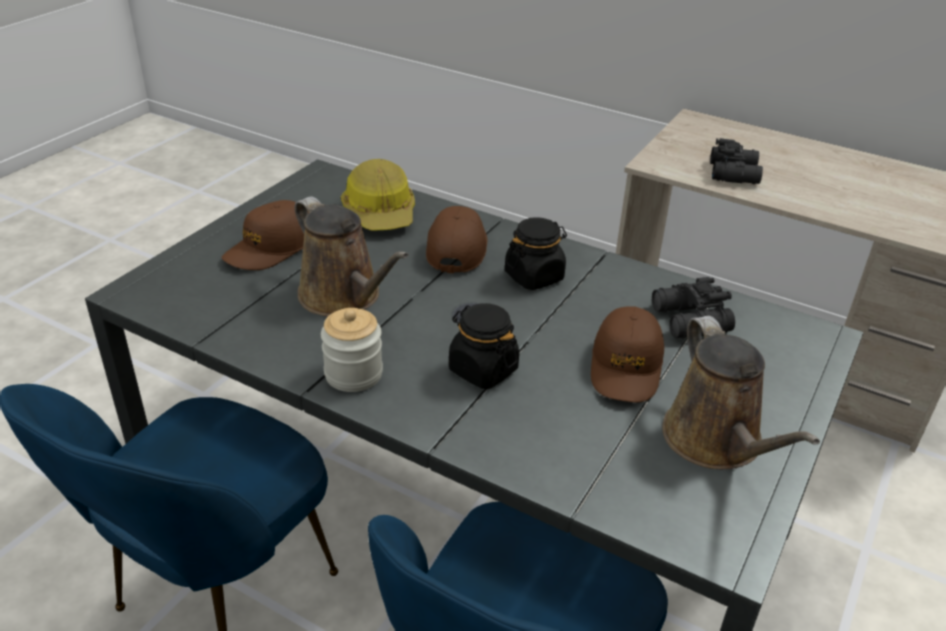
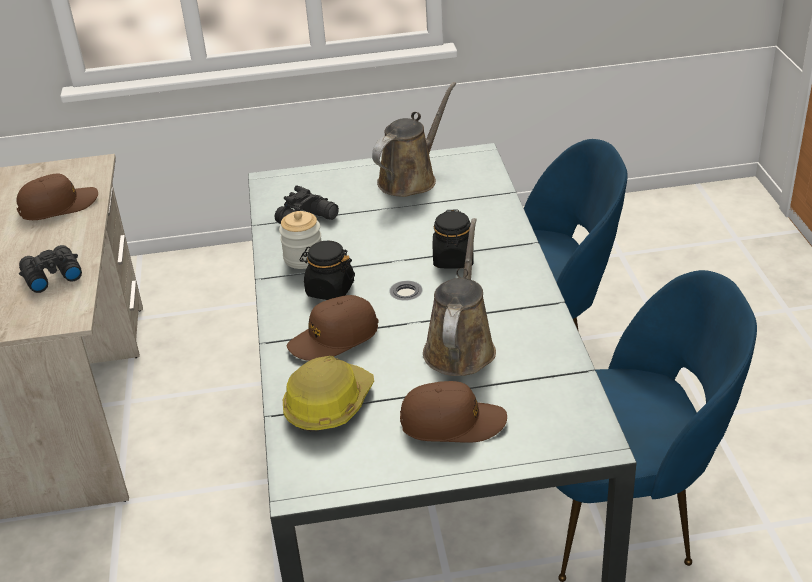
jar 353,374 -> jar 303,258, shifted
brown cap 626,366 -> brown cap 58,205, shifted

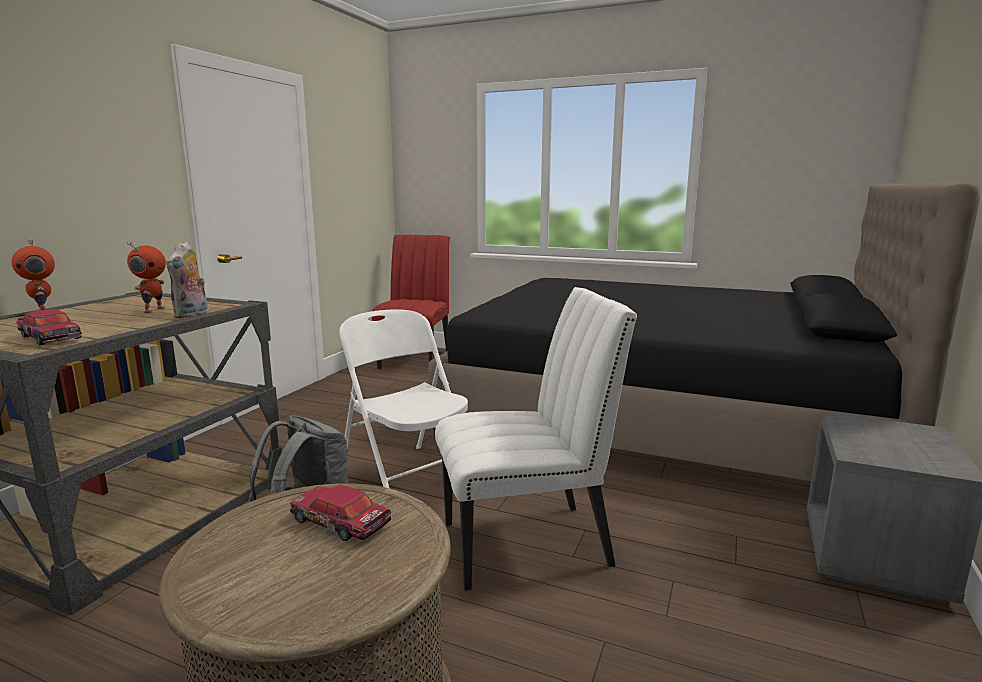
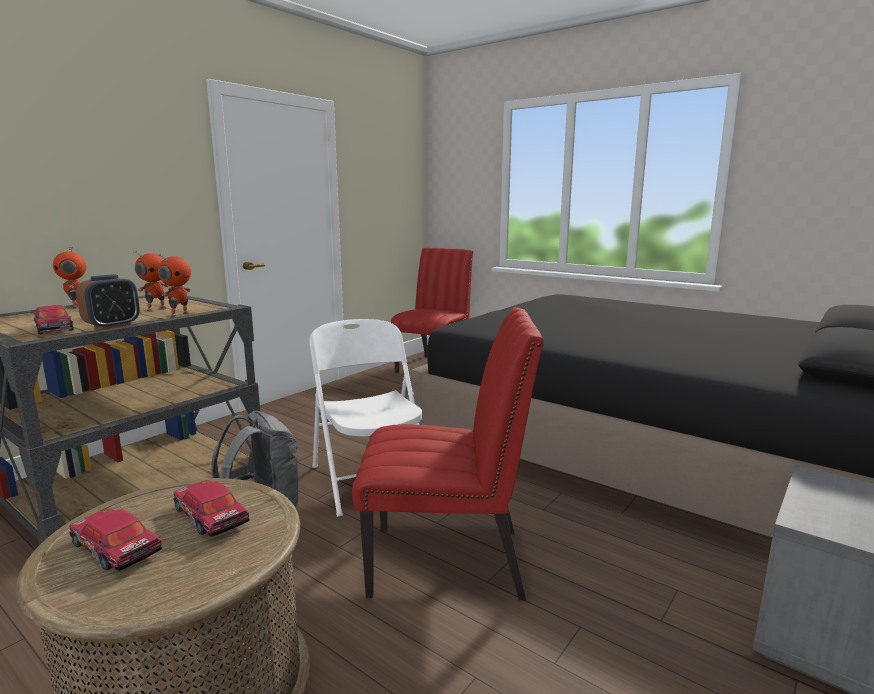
none -> toy car 116,549
none -> alarm clock 112,325
plush toy 192,315 -> toy robot 179,315
white chair 524,545 -> red chair 445,562

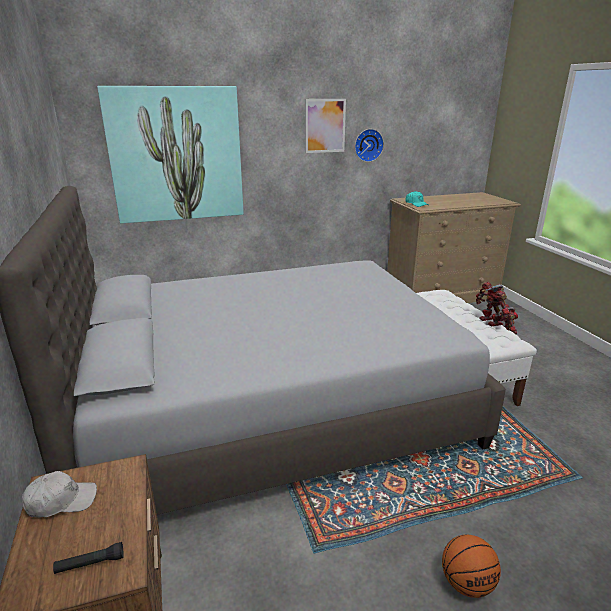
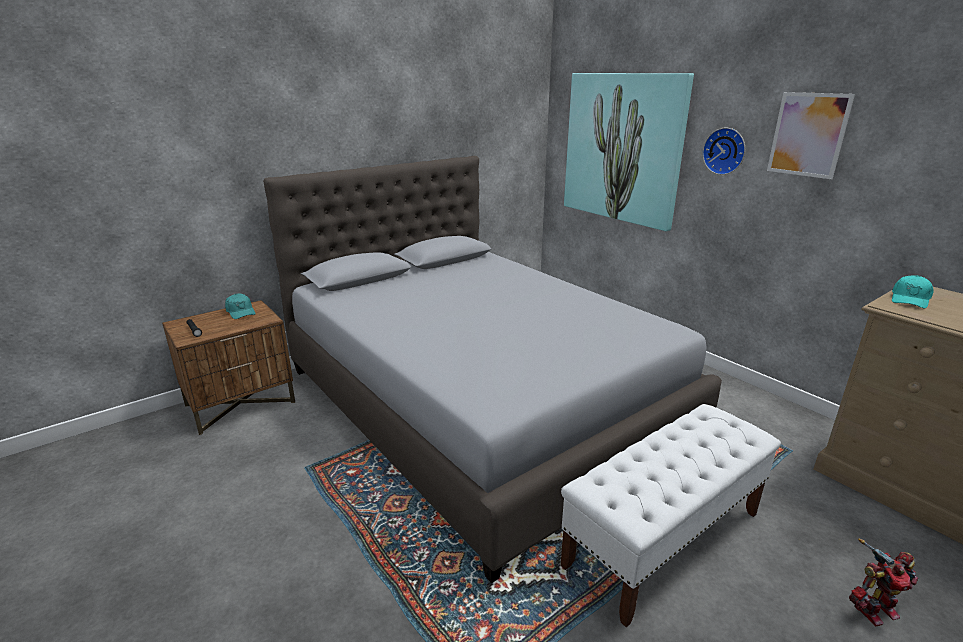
basketball 466,583 -> none
toy robot 489,322 -> none
wall clock 368,145 -> wall clock 725,151, shifted
white cap 61,501 -> turquoise cap 241,312

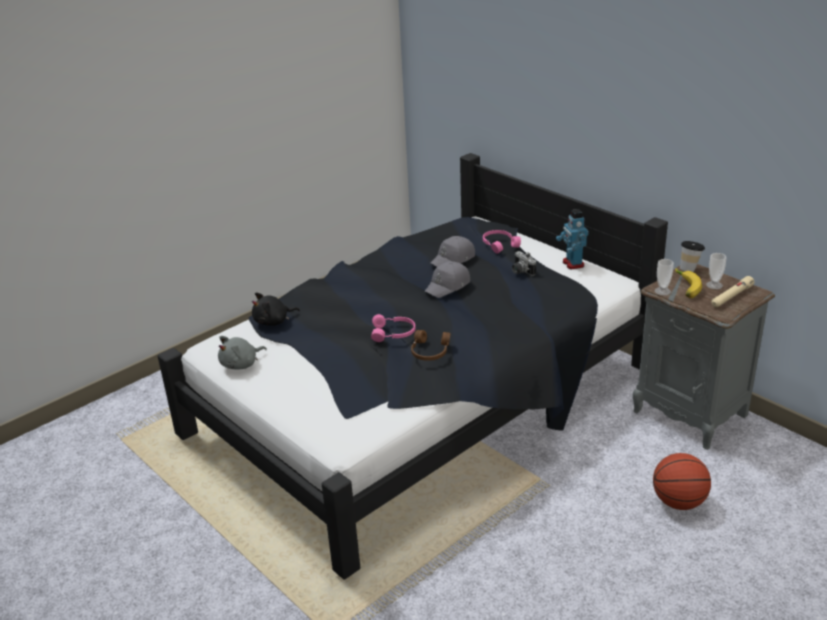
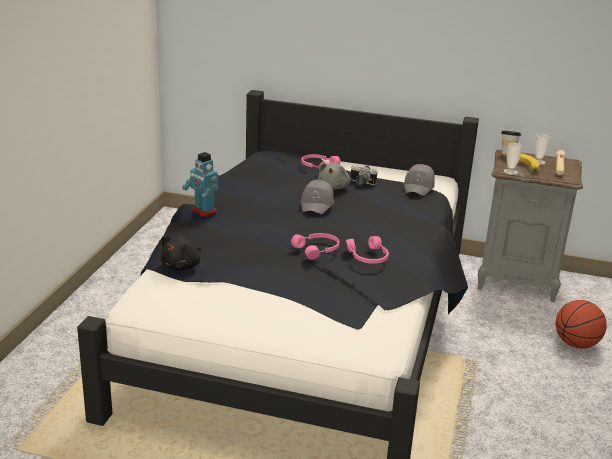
grey plush toy 241,364 -> grey plush toy 334,187, shifted
grey cap 453,259 -> grey cap 419,187, shifted
toy robot 572,264 -> toy robot 203,212, shifted
brown headphones 429,352 -> pink headphones 367,257

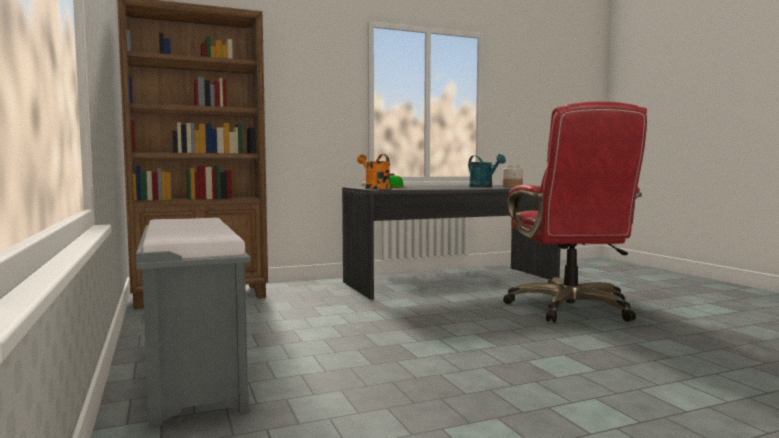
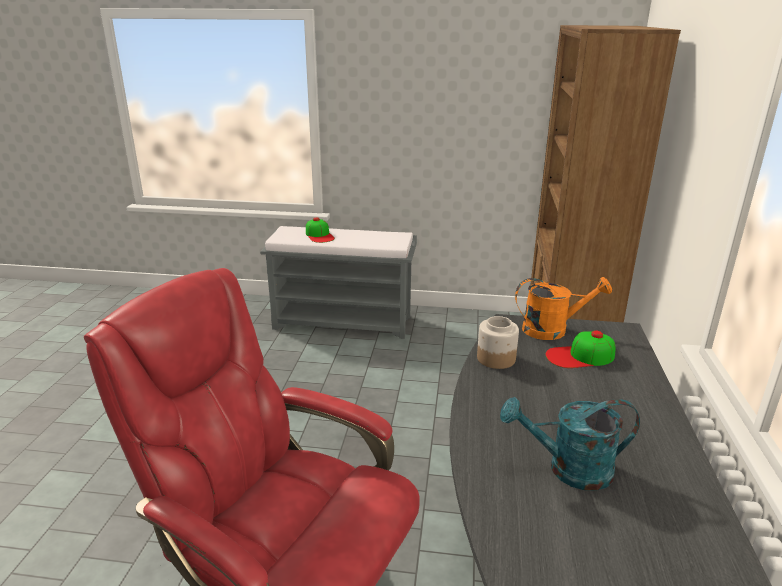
none -> cap 319,235
jar 512,186 -> jar 495,359, shifted

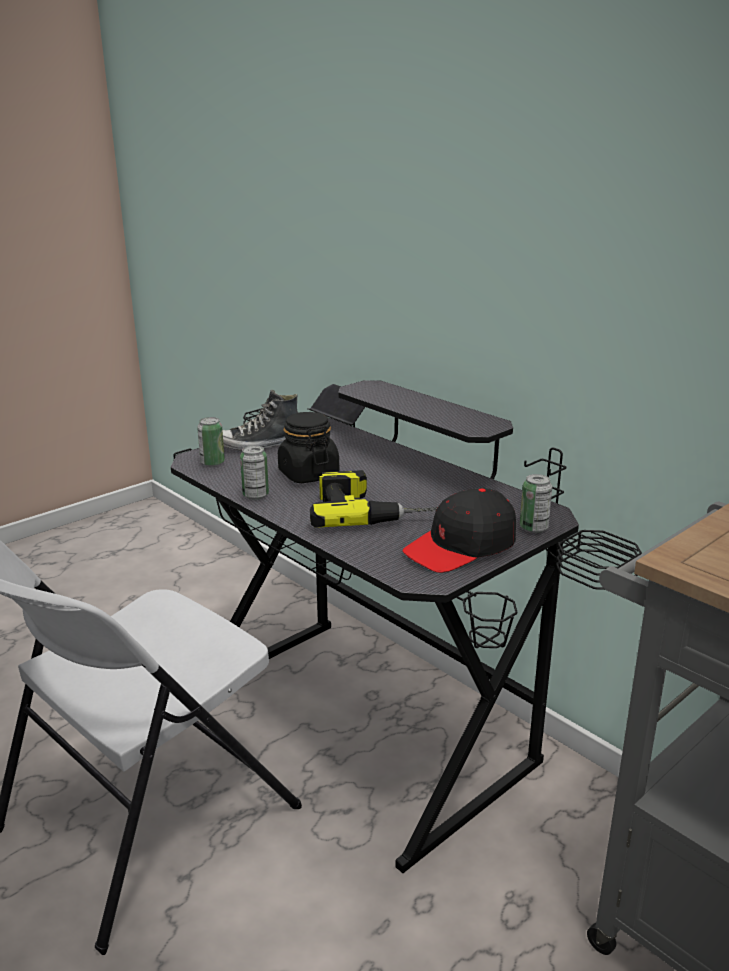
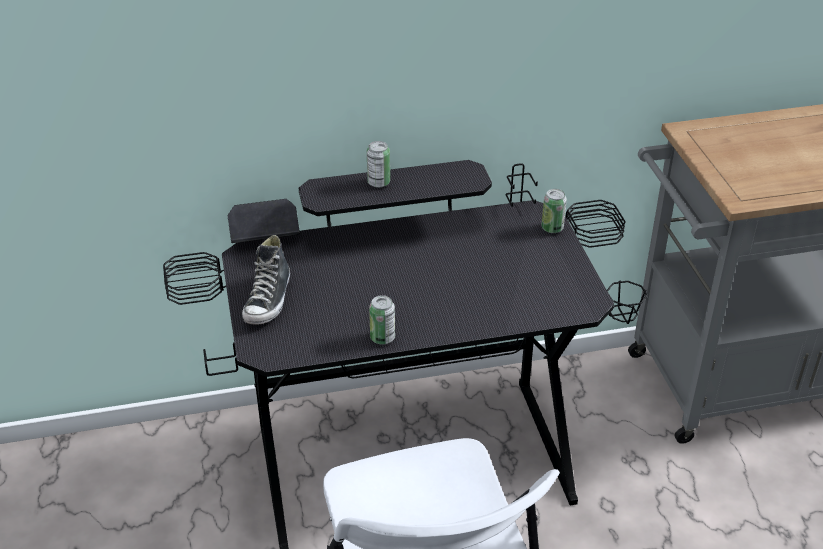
black jar 308,474 -> none
power drill 374,509 -> none
black cap 461,547 -> none
can 212,463 -> can 378,182, shifted

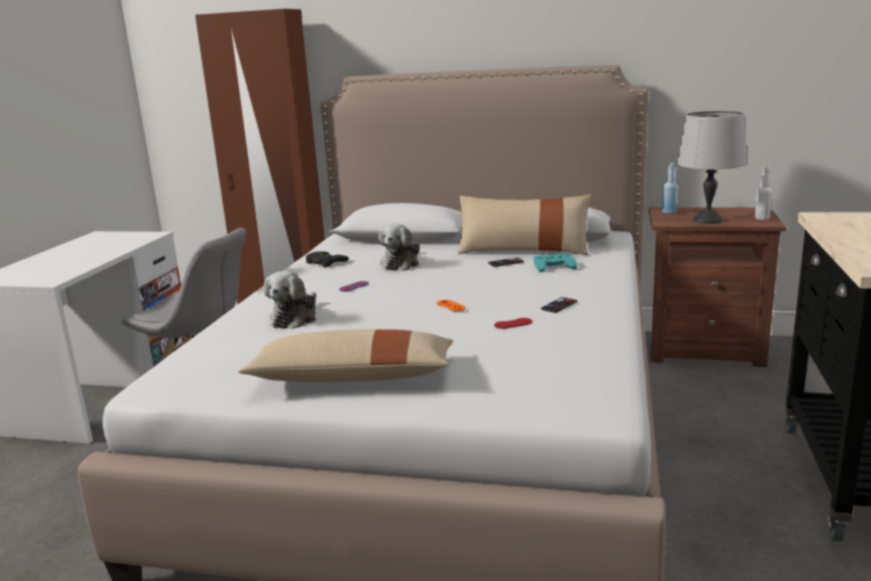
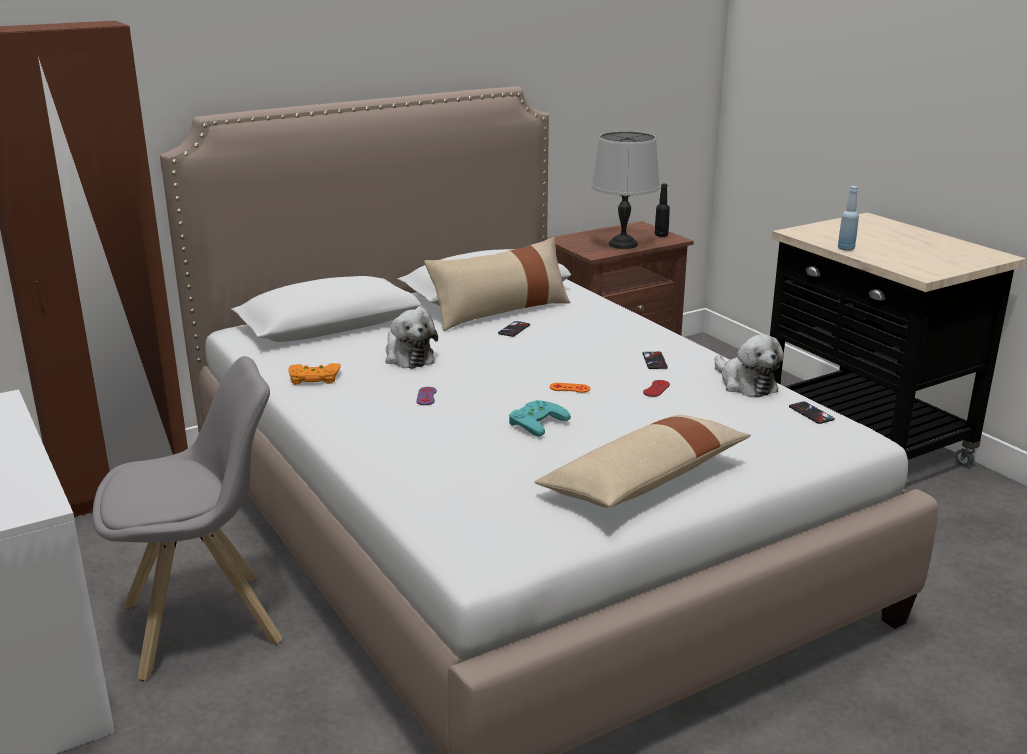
none -> phone 811,413
plush toy 295,318 -> plush toy 745,384, shifted
turquoise game controller 553,265 -> turquoise game controller 535,421, shifted
blue bottle 668,213 -> blue bottle 845,248, shifted
black game controller 324,262 -> orange game controller 313,378
white bottle 762,219 -> black bottle 661,235

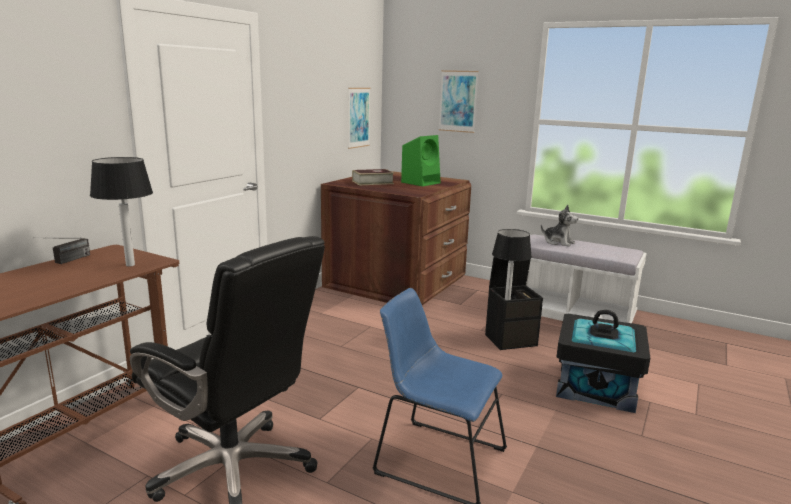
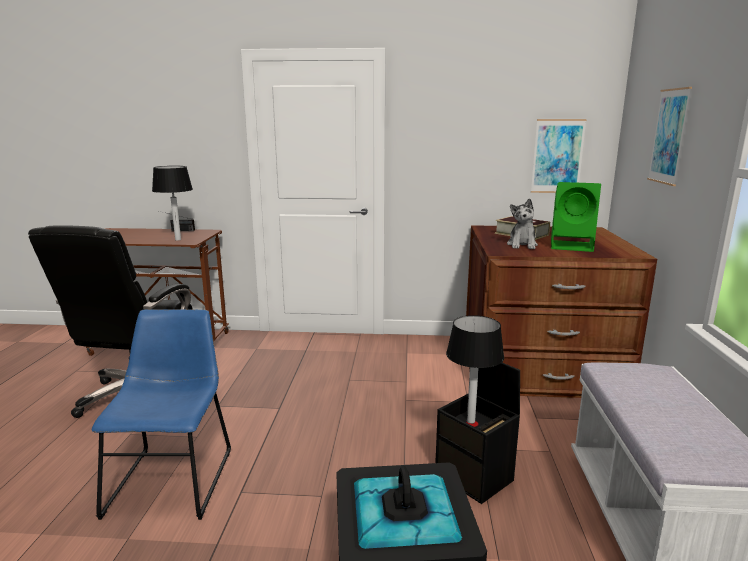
plush toy 558,242 -> plush toy 522,245, shifted

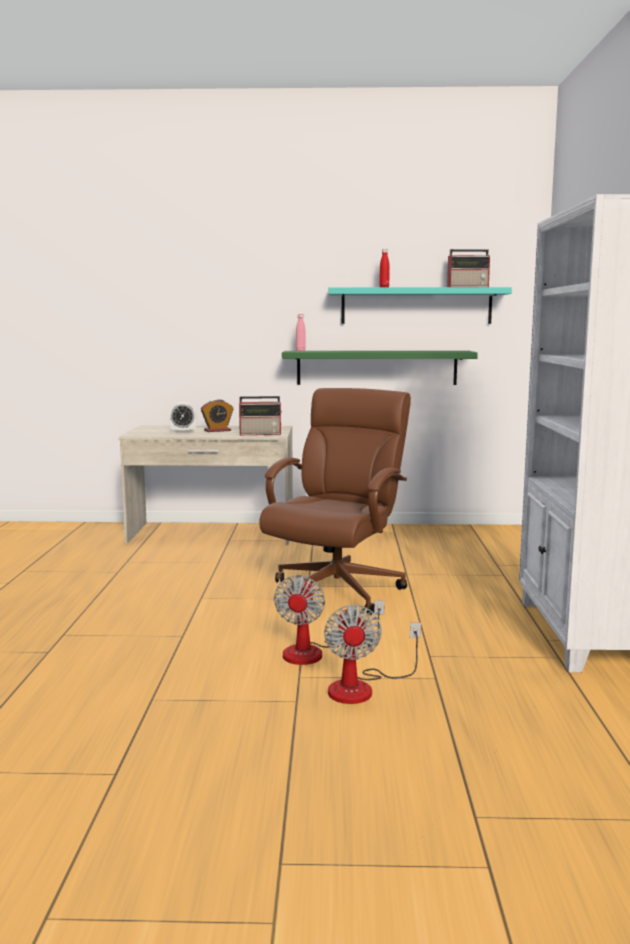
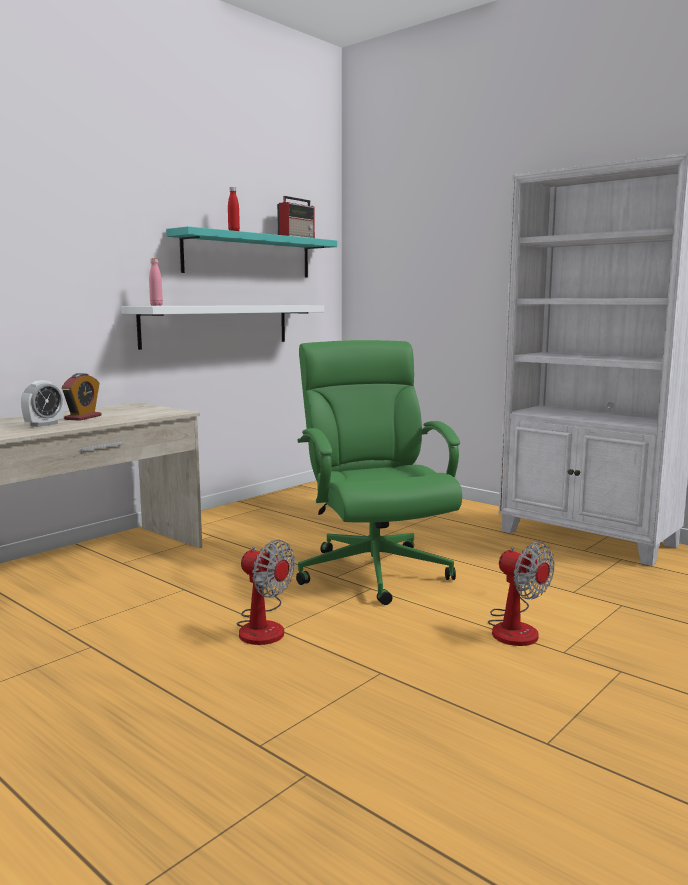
radio 261,434 -> none
fan 362,687 -> fan 263,626, shifted
brown office chair 336,592 -> green office chair 374,573
green shelf 376,367 -> white shelf 217,325

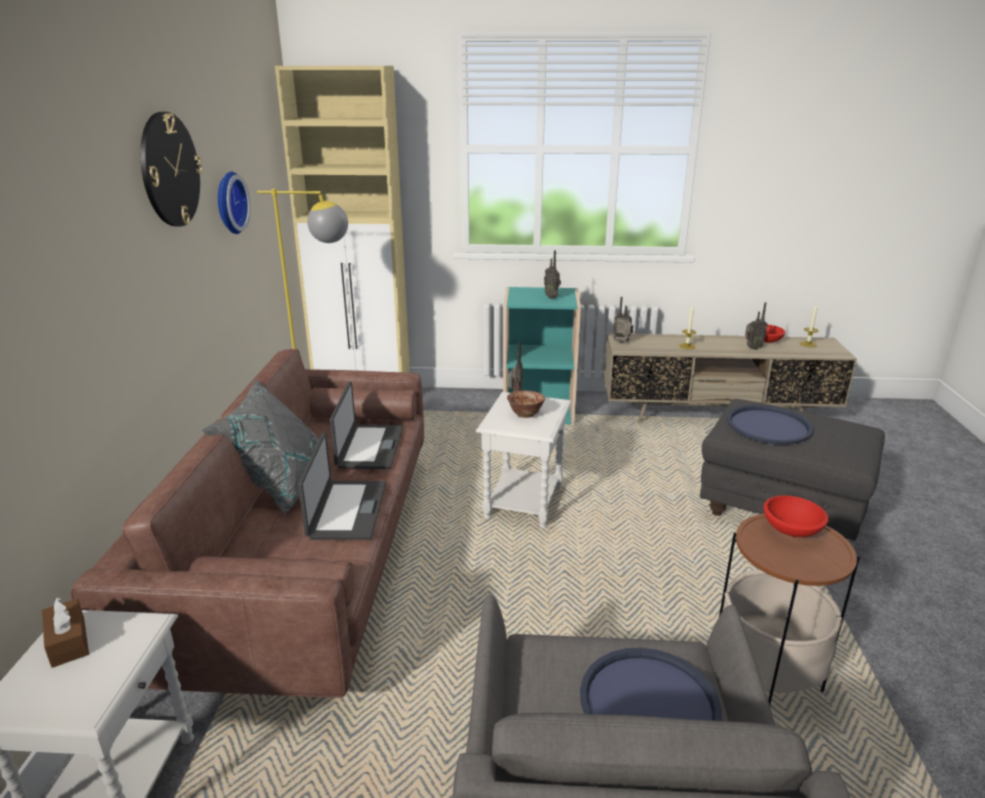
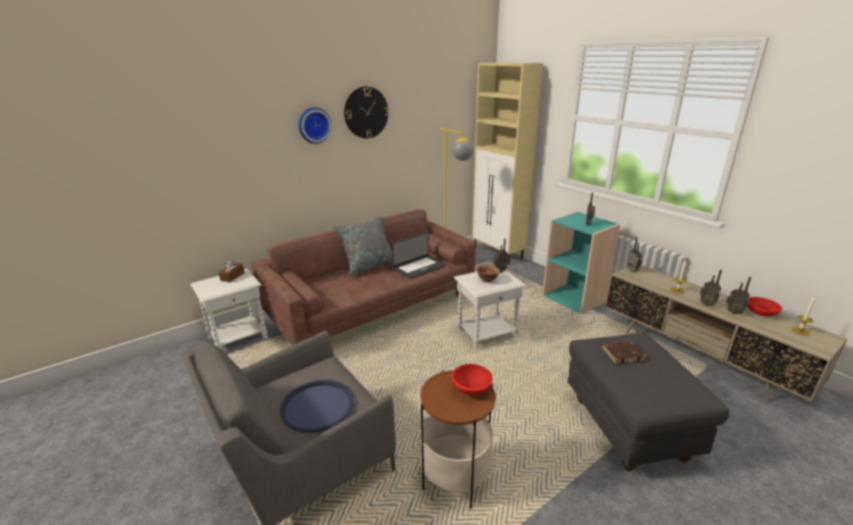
laptop 346,510 -> none
none -> radio 706,304
wall clock 228,203 -> wall clock 314,125, shifted
blue tray 768,425 -> brown book 622,354

